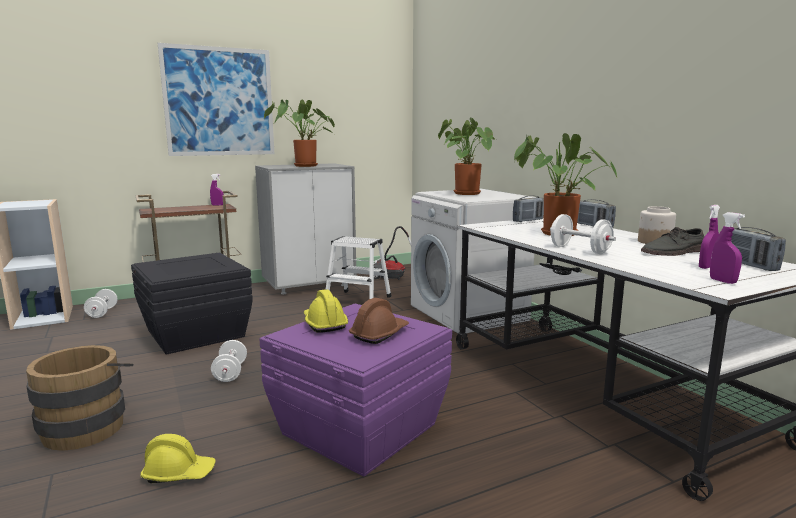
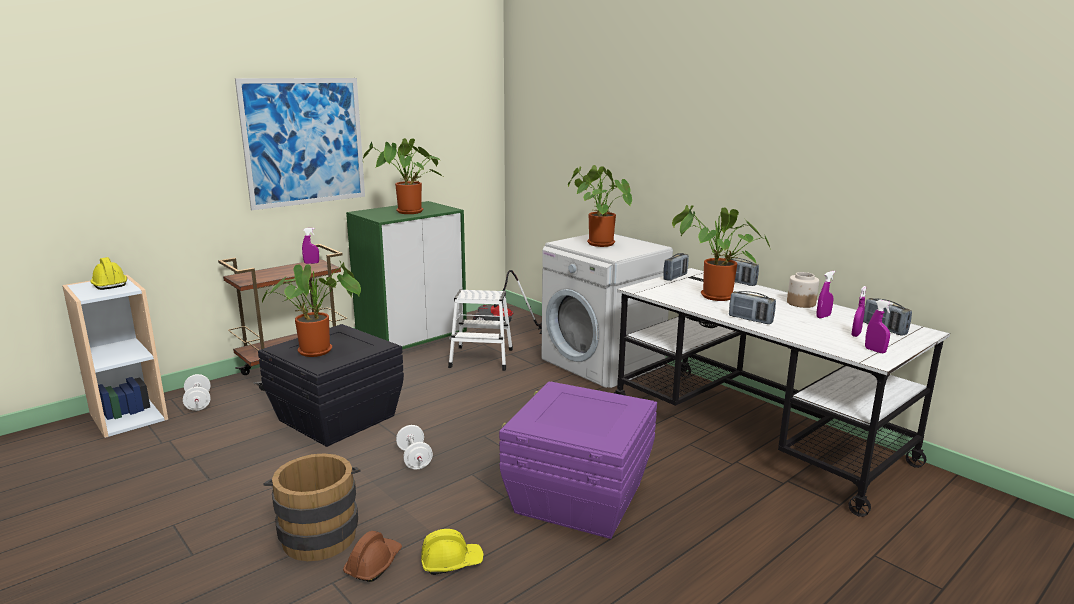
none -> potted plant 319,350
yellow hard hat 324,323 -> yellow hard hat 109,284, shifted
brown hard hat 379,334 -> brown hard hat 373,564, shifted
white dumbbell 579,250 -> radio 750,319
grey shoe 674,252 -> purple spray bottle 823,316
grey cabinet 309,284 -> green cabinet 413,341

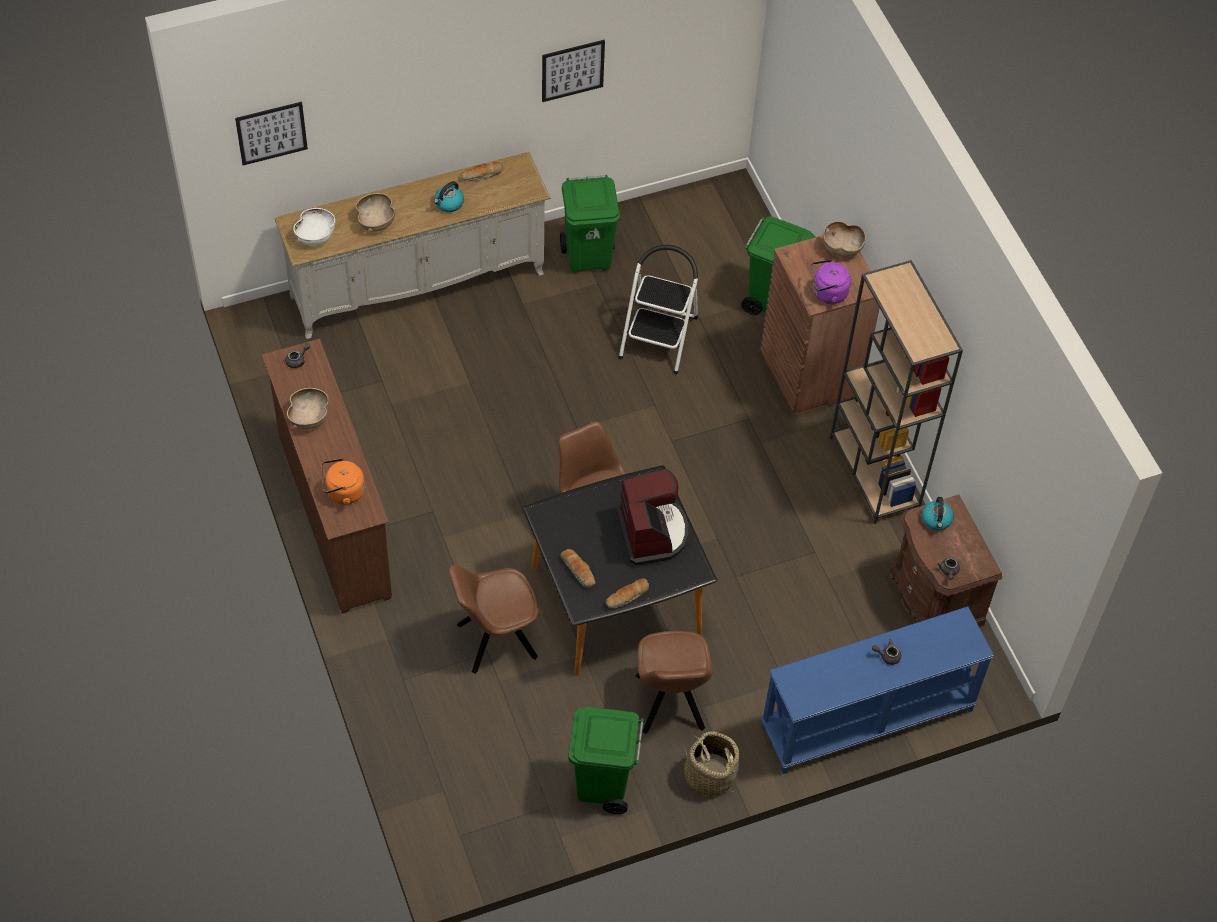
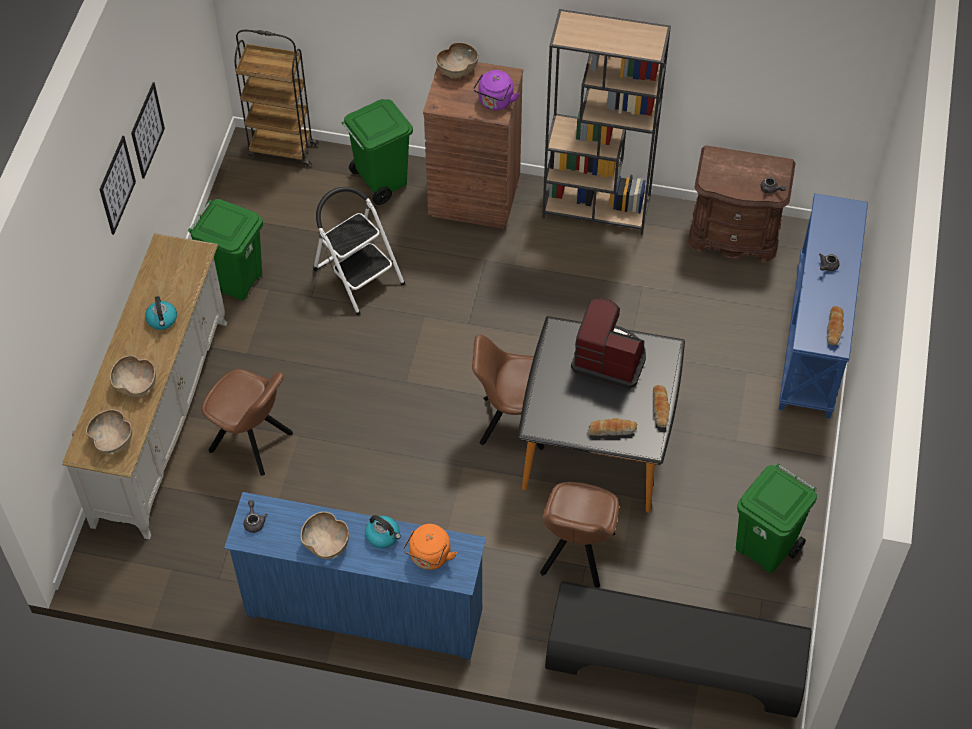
basket 709,775 -> none
none -> brown cart 282,150
none -> black bench 674,662
picture 271,133 -> picture 117,185, shifted
bread 482,175 -> bread 834,329, shifted
brown chair 670,702 -> brown chair 252,442, shifted
kettle 936,520 -> kettle 383,536, shifted
brown dresser 333,519 -> blue dresser 364,616
white bowl 316,236 -> brown bowl 113,440

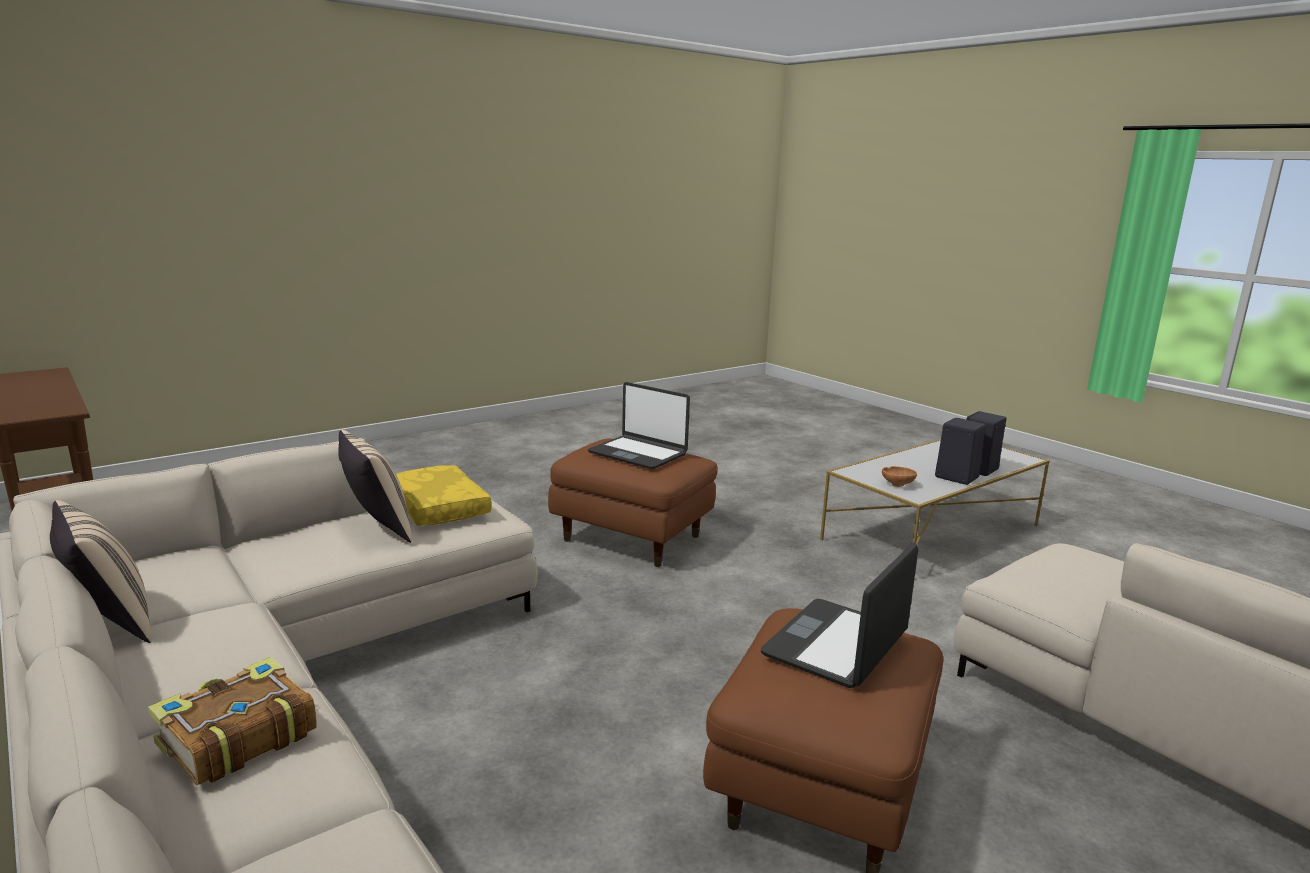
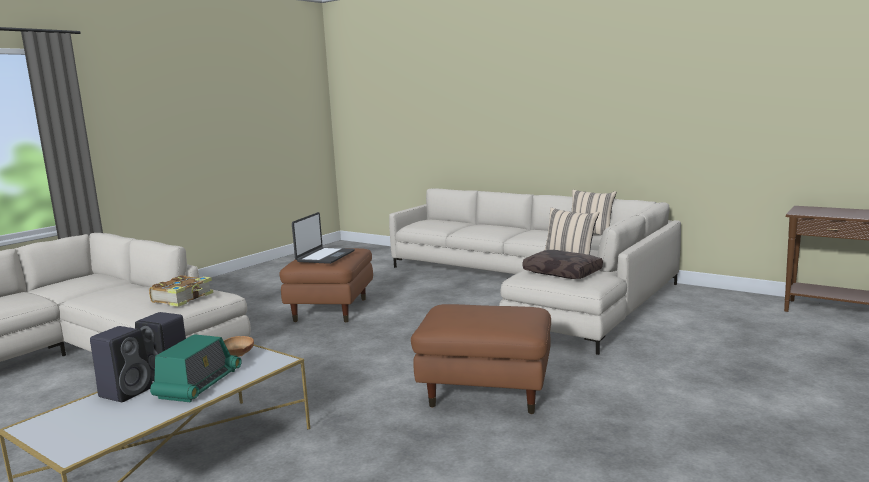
laptop 638,453 -> none
none -> radio 198,384
book 235,738 -> book 183,298, shifted
yellow pillow 436,507 -> brown pillow 563,272

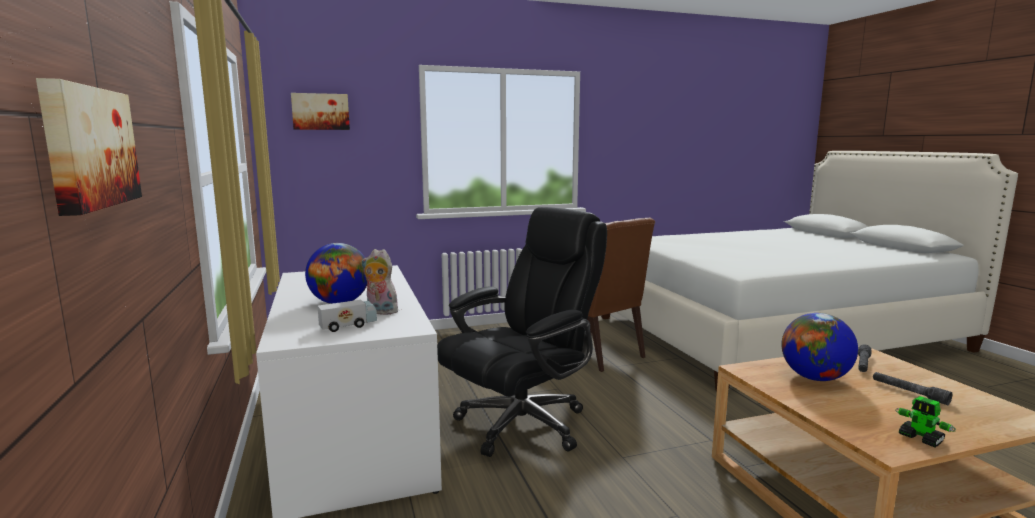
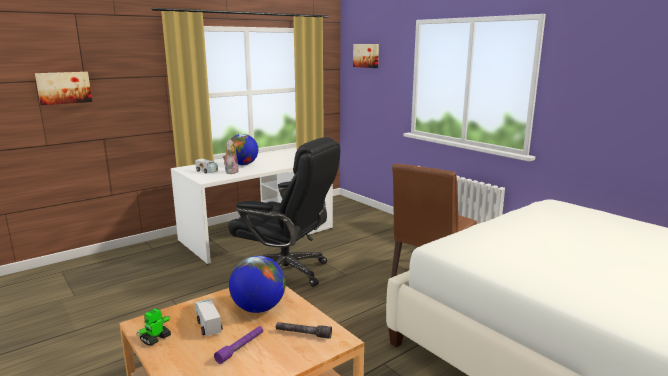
none -> toy truck 208,325
grey flashlight 909,392 -> purple flashlight 241,348

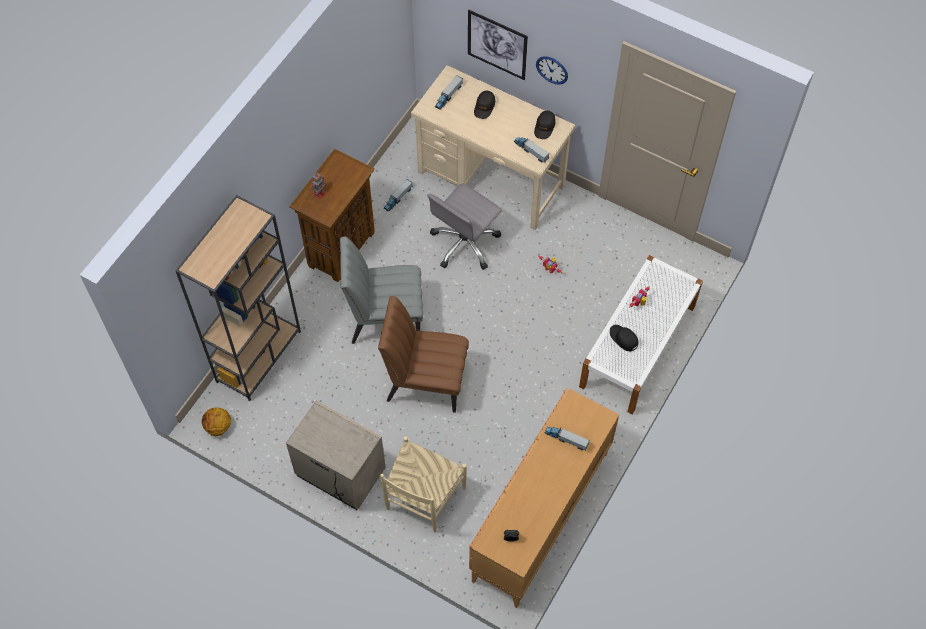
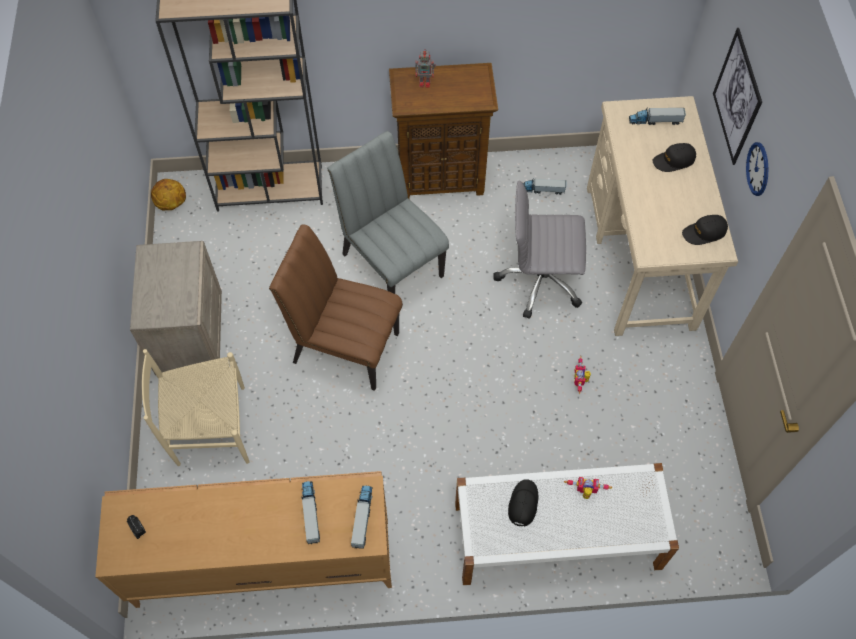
toy truck 531,151 -> toy truck 362,518, shifted
brown chair 426,383 -> brown chair 347,348, 45 degrees counterclockwise

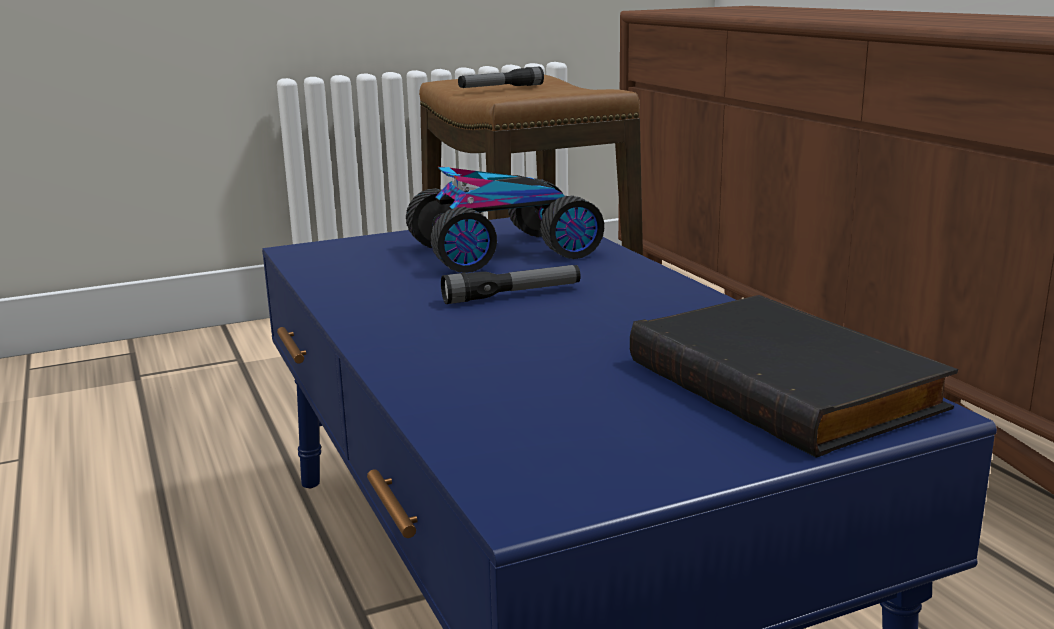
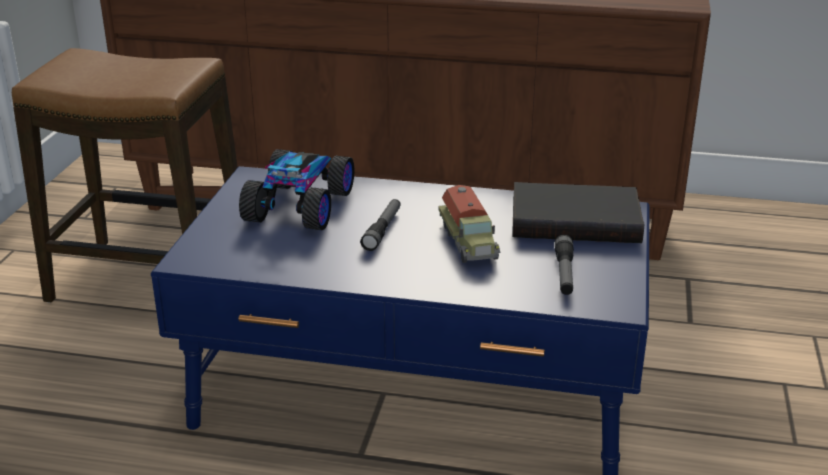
none -> toy truck 469,242
flashlight 501,88 -> flashlight 564,273, shifted

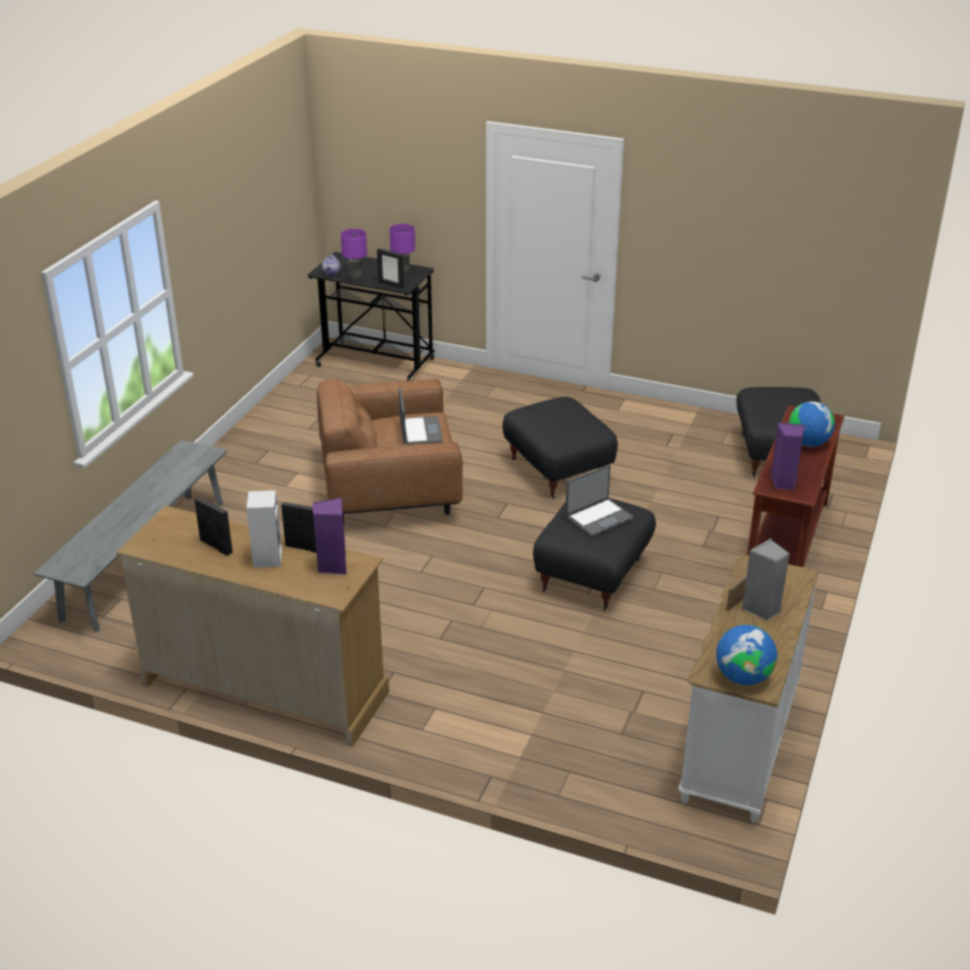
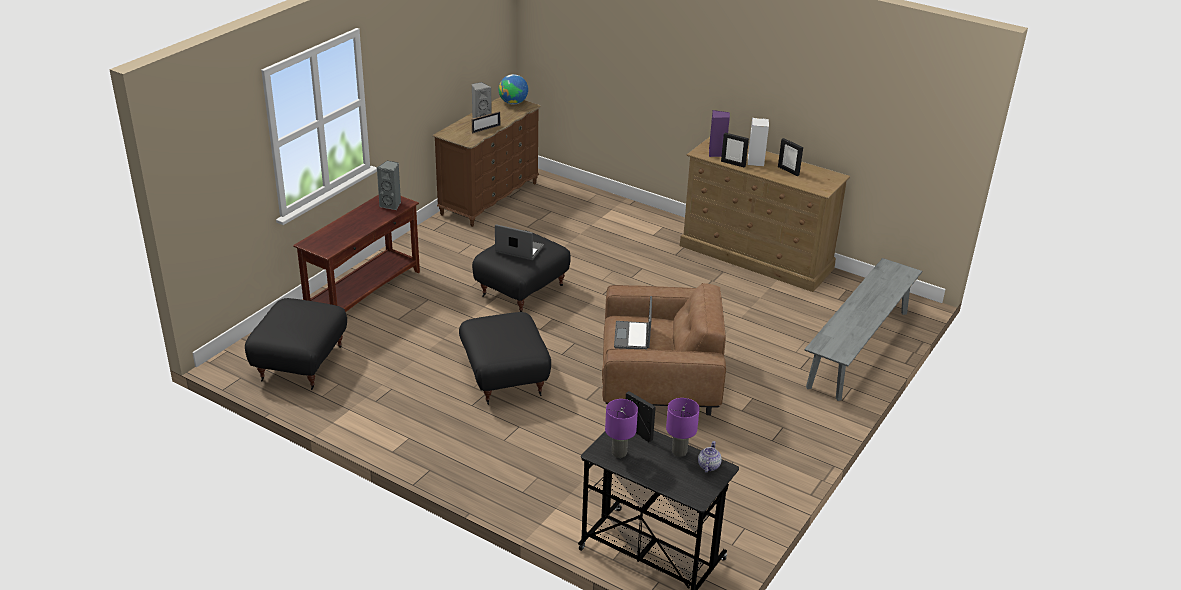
globe 808,443 -> none
white dresser 739,745 -> brown dresser 490,199
purple speaker 783,482 -> grey speaker 391,205
laptop 598,518 -> laptop 519,250, 45 degrees clockwise

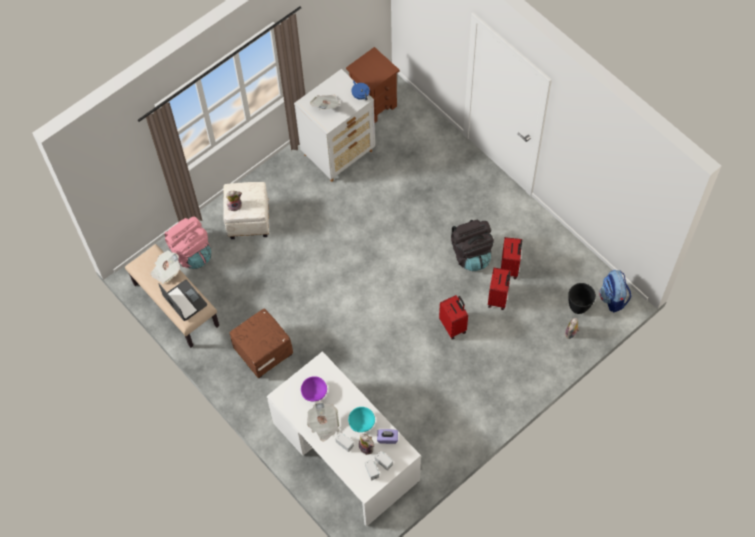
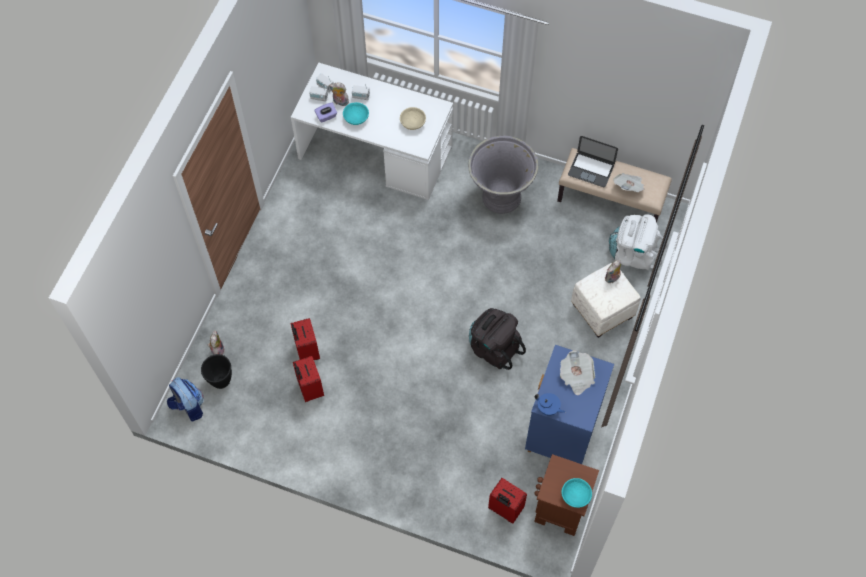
newspaper 324,424 -> none
none -> turquoise bowl 576,495
red suitcase 453,326 -> red suitcase 505,509, shifted
black backpack 471,254 -> black backpack 493,348, shifted
brown ottoman 263,353 -> grey planter 500,197
pink backpack 191,253 -> white backpack 633,254
white dresser 338,152 -> blue dresser 562,431
purple bowl 314,392 -> beige bowl 413,123

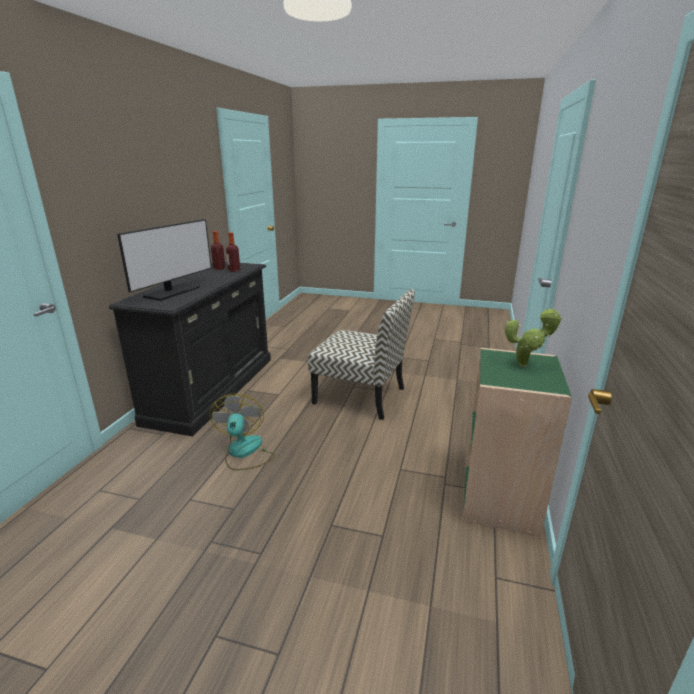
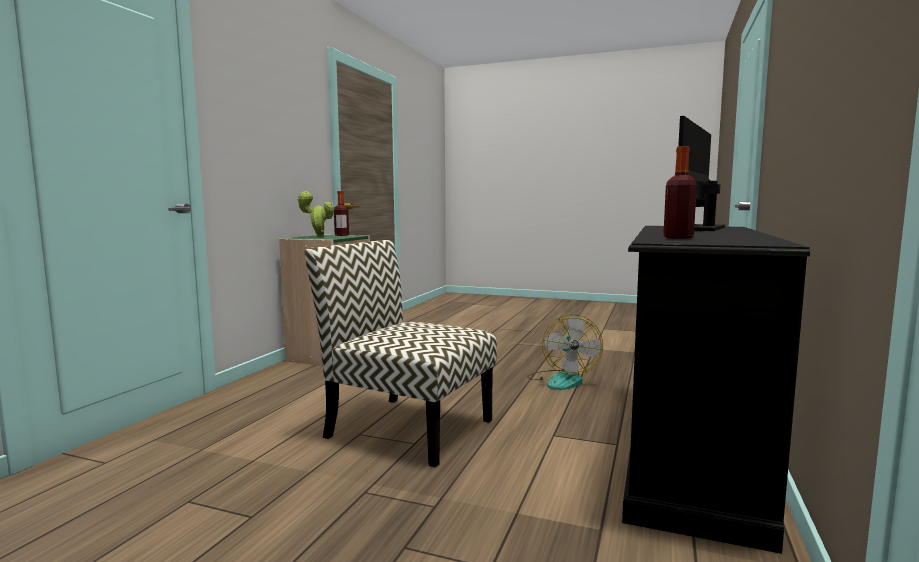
bottle 219,268 -> bottle 342,235, shifted

